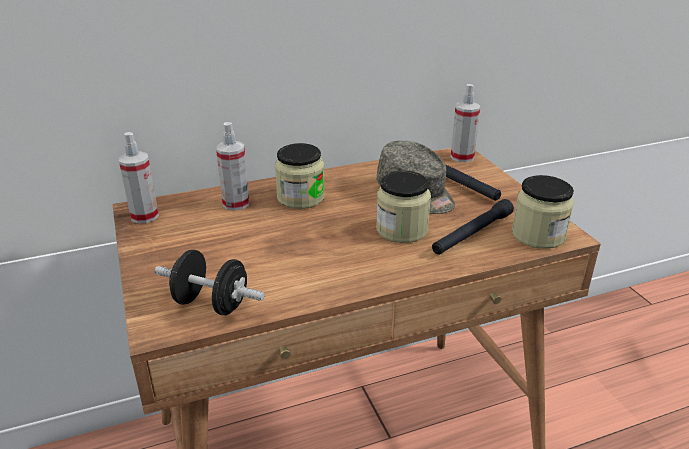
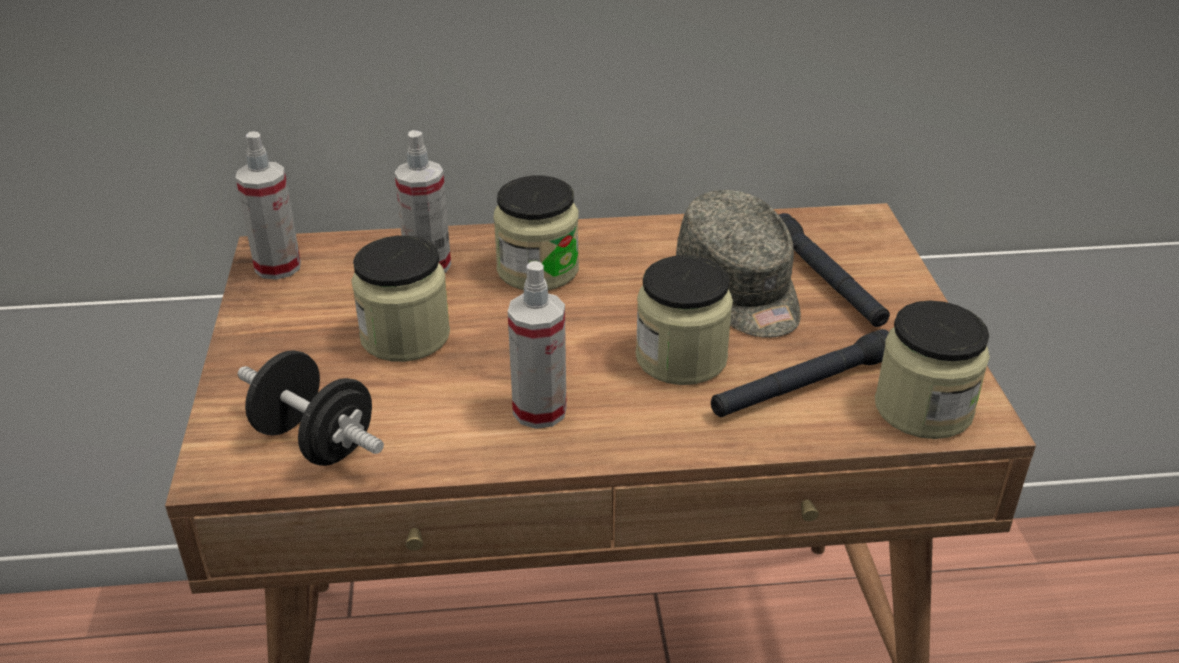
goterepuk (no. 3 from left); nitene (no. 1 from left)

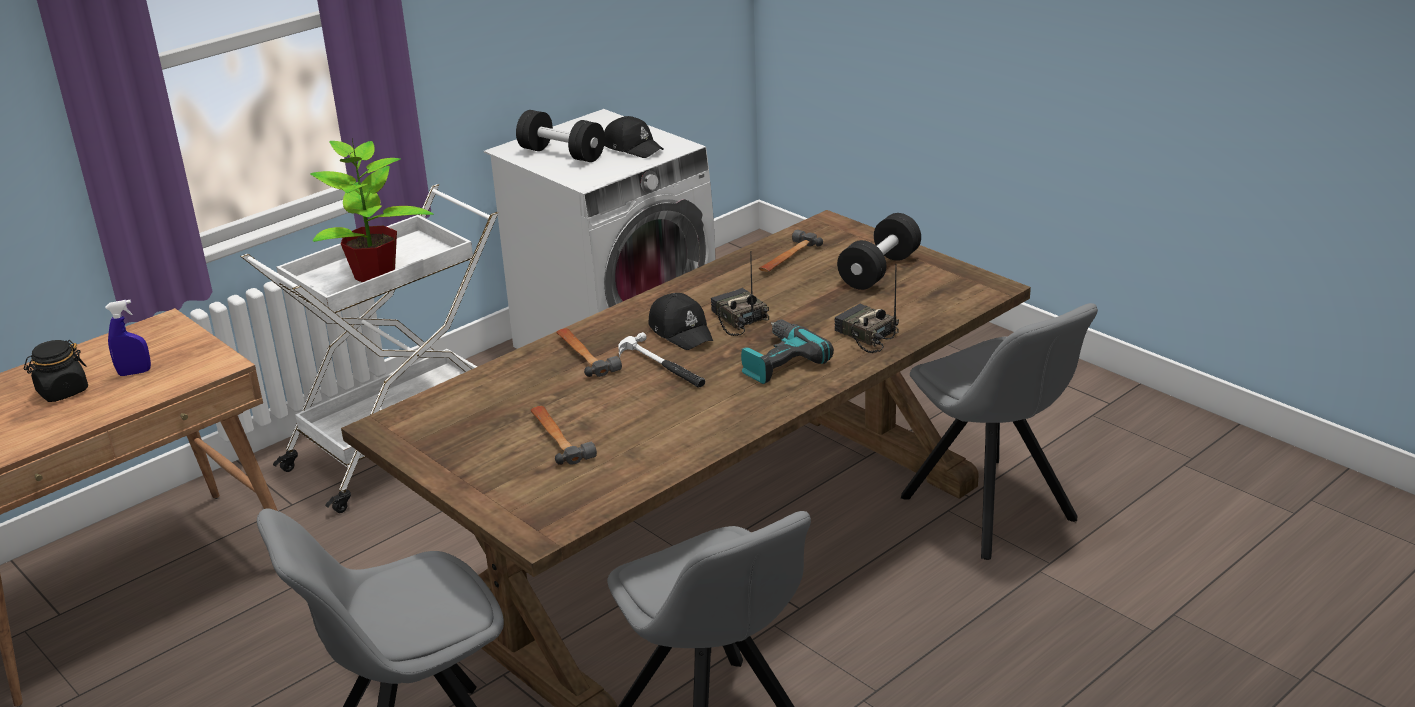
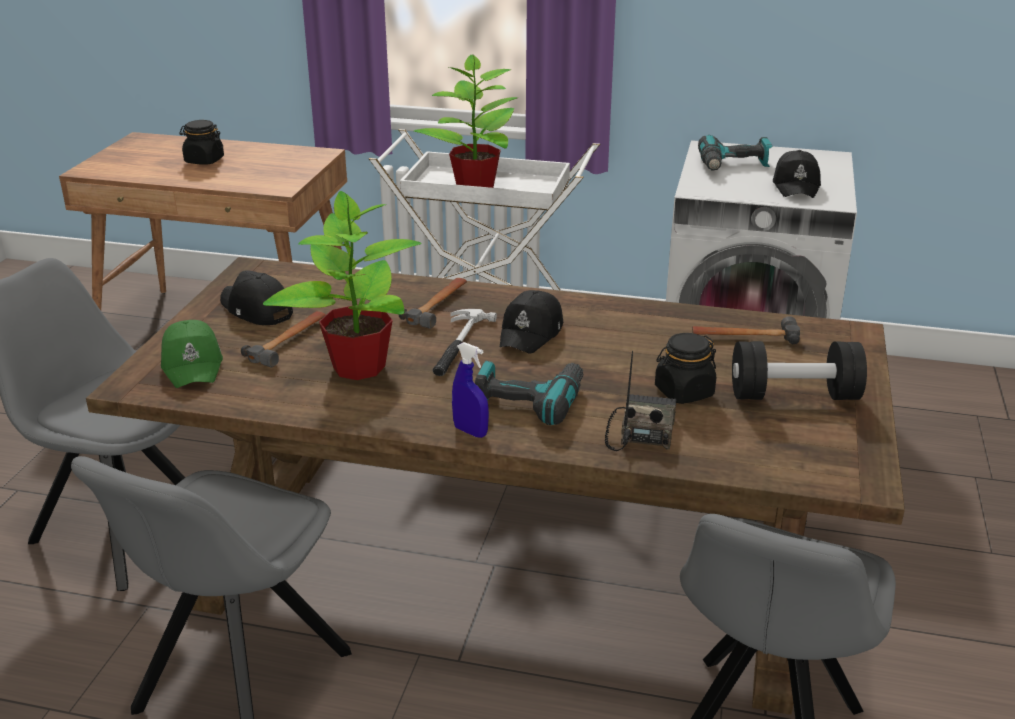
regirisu (no. 2 from left); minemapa (no. 1 from left in the first image); blue goterepuk; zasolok (no. 1 from left); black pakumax (no. 1 from left); green pakumax; black nitene (no. 2 from left)

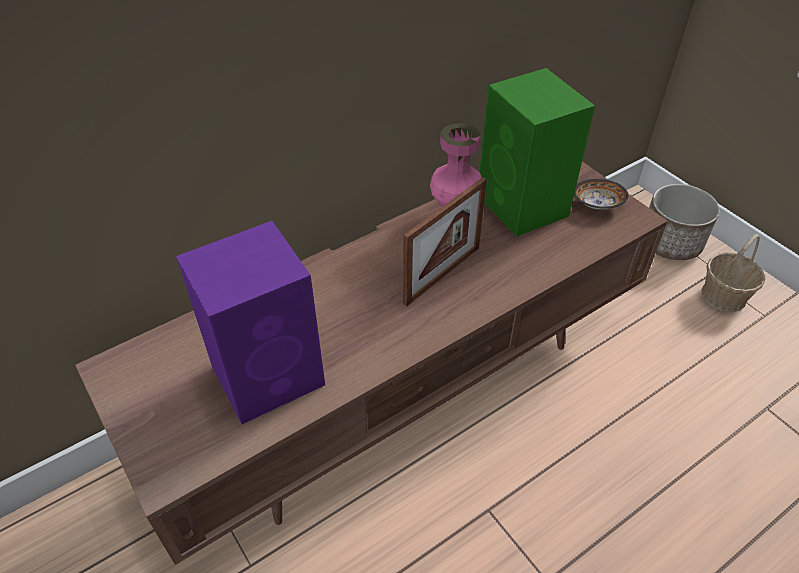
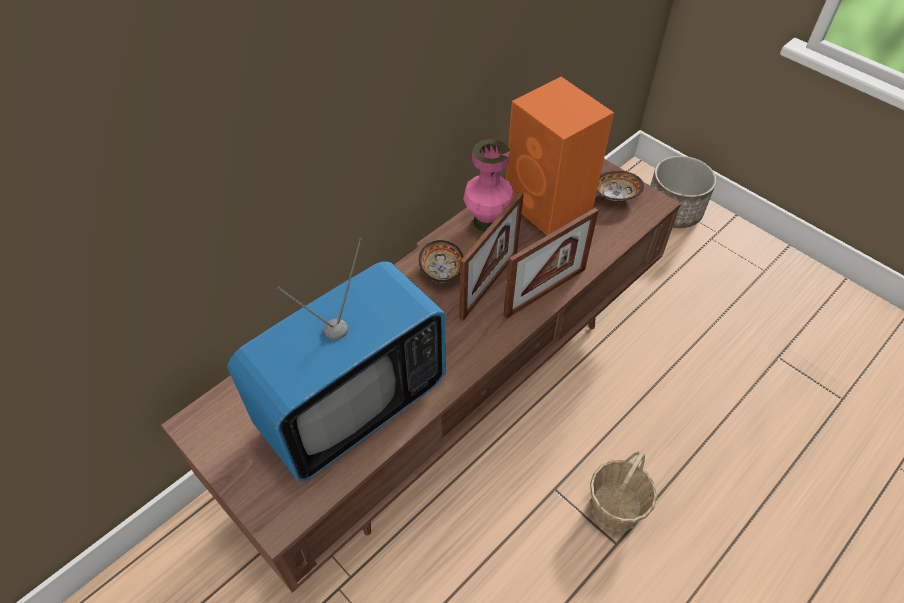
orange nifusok; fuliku; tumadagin; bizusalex (no. 2 from left); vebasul (no. 1 from left)

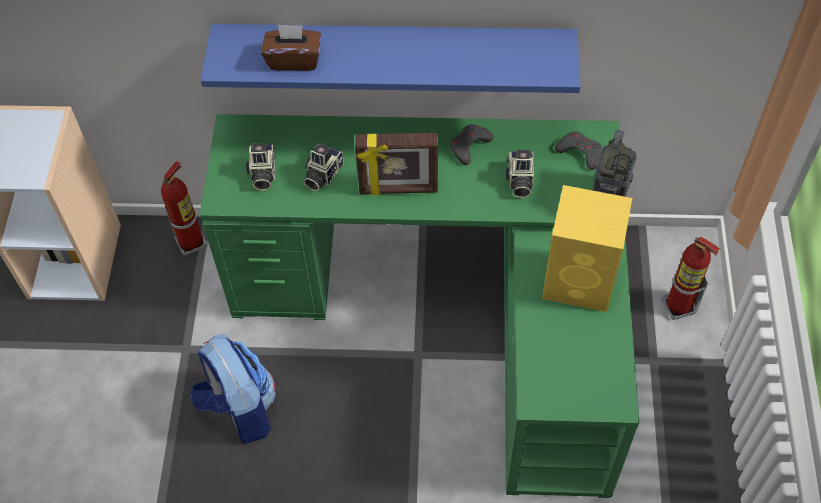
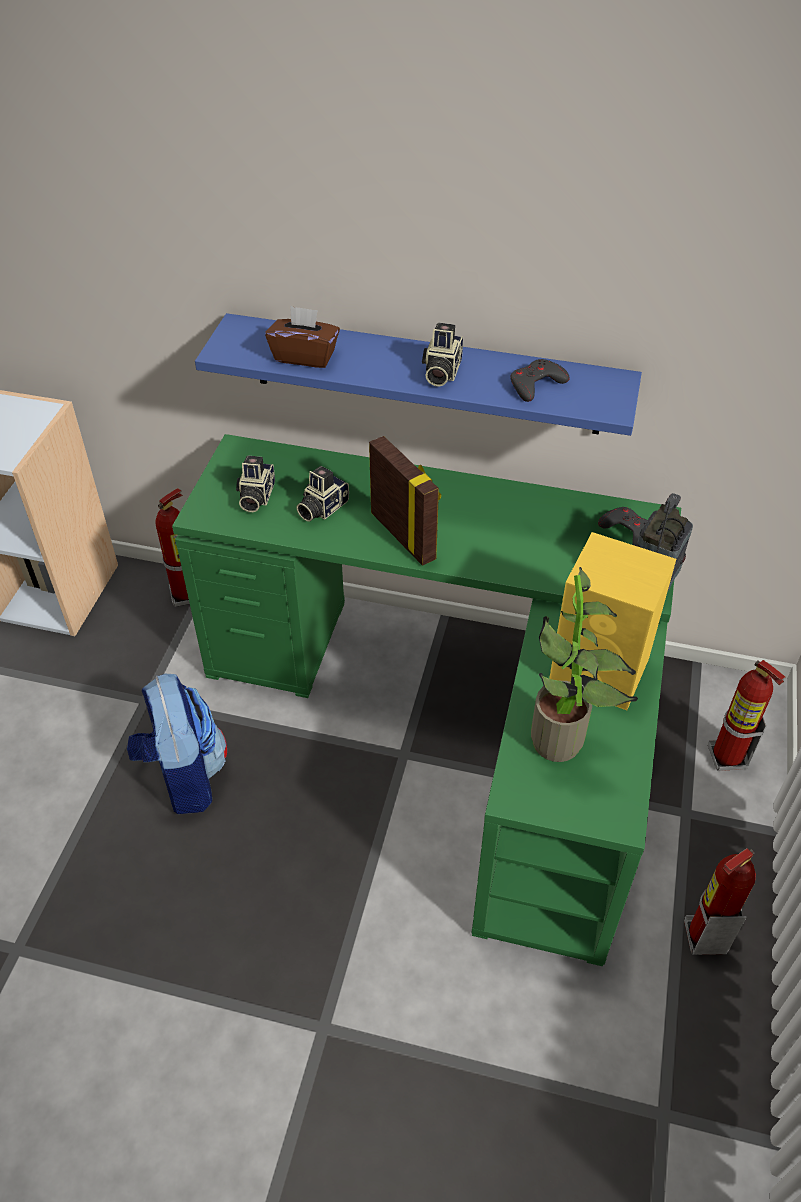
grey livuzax (no. 1 from left); bizusalex; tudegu (no. 3 from left); zasolok; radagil (no. 2 from left)

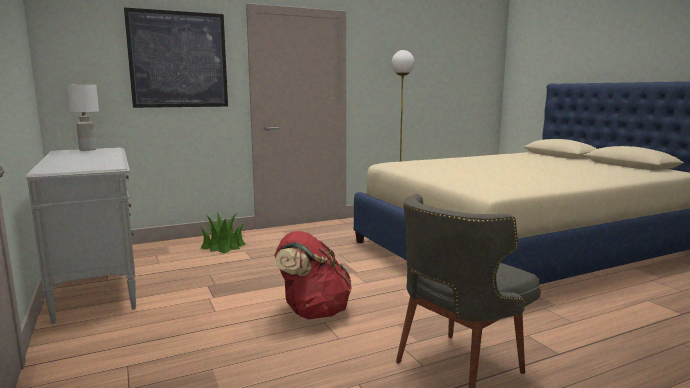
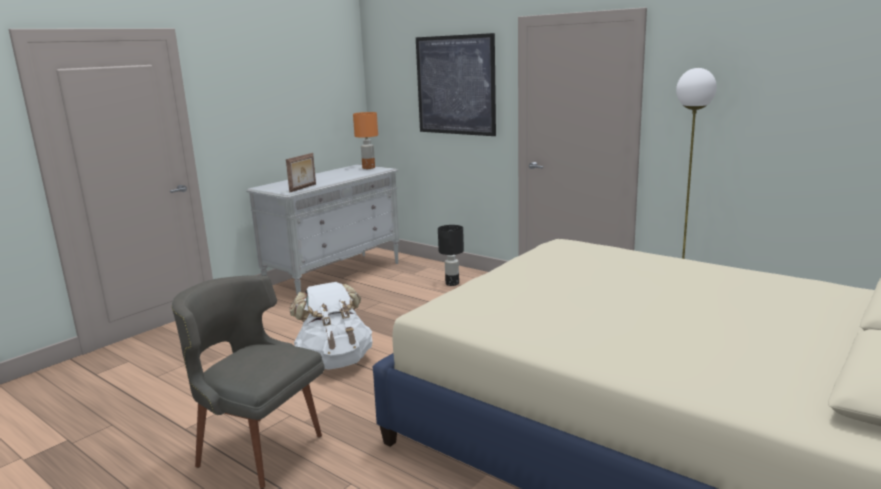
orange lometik; black lometik; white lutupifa; bizusalex

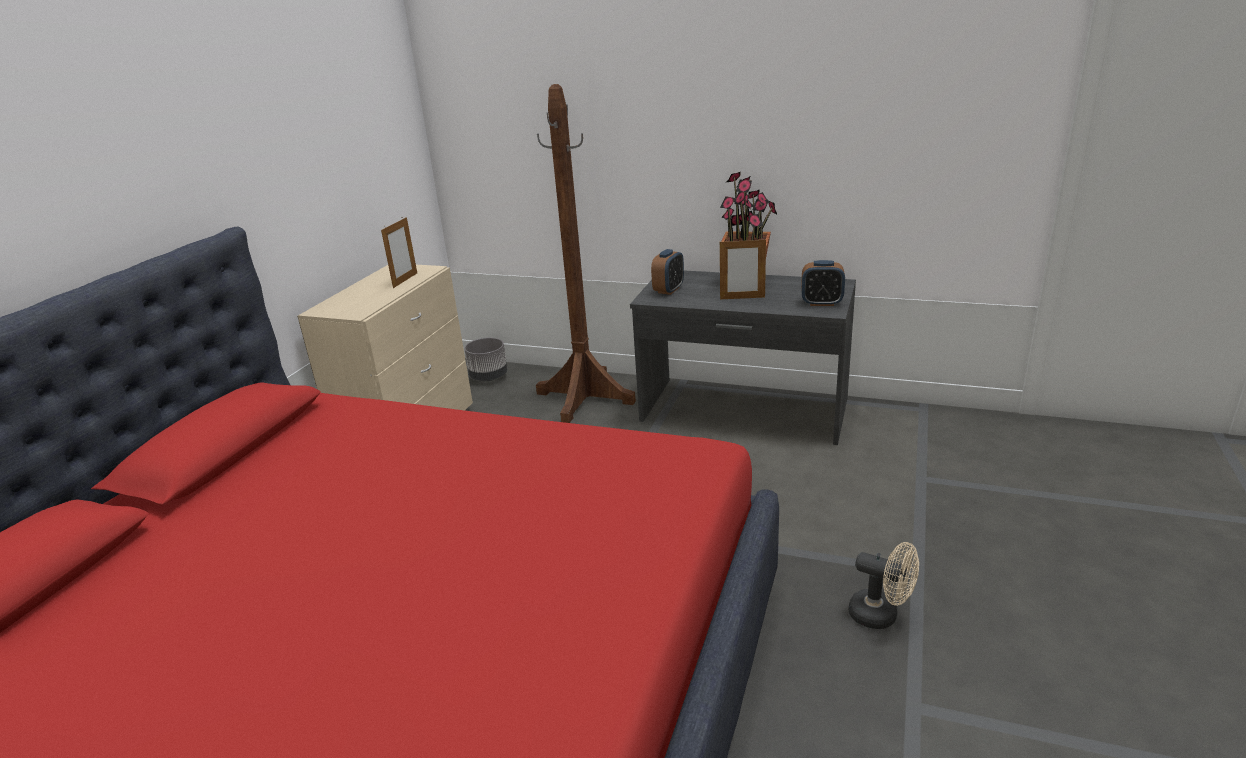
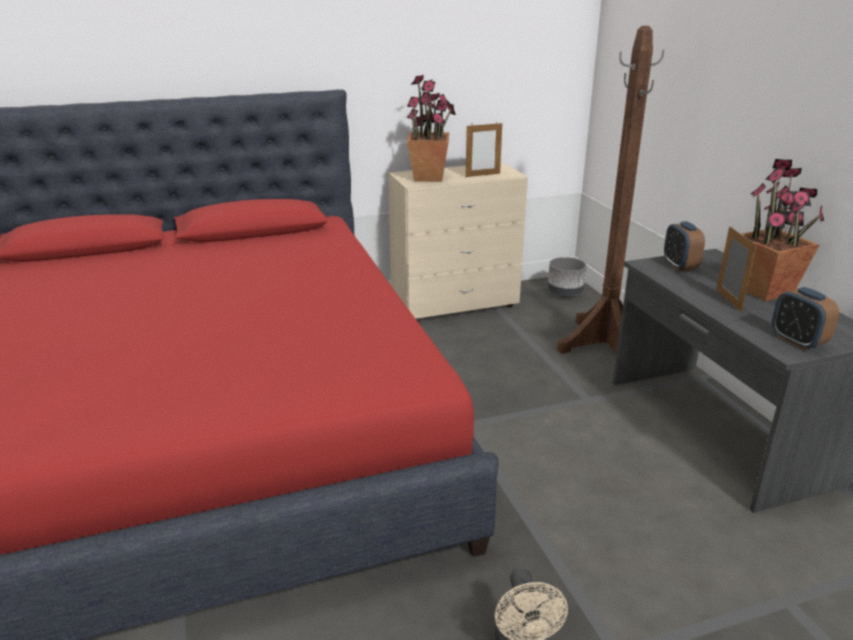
bizusalex (no. 2 from left); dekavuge (no. 1 from left); zasolok (no. 1 from left)

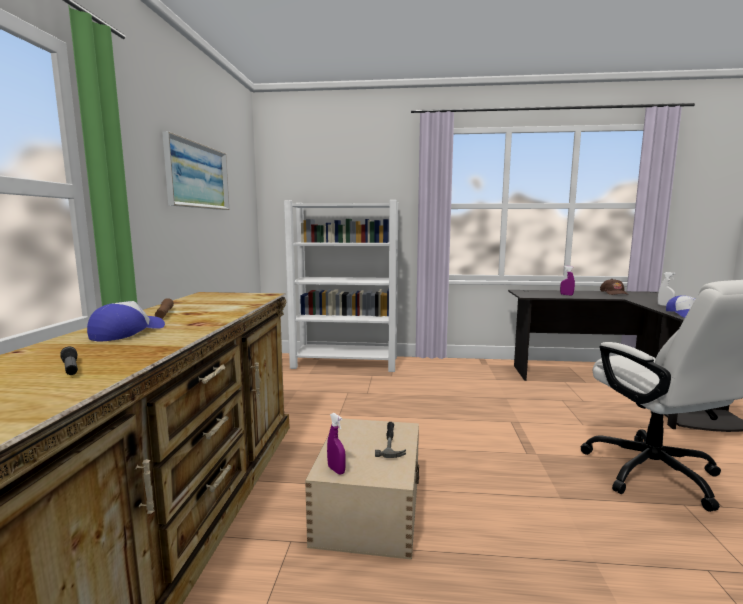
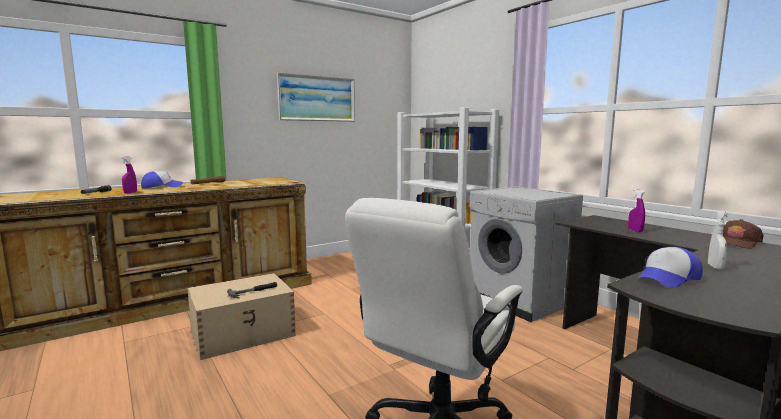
purple goterepuk (no. 1 from left); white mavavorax

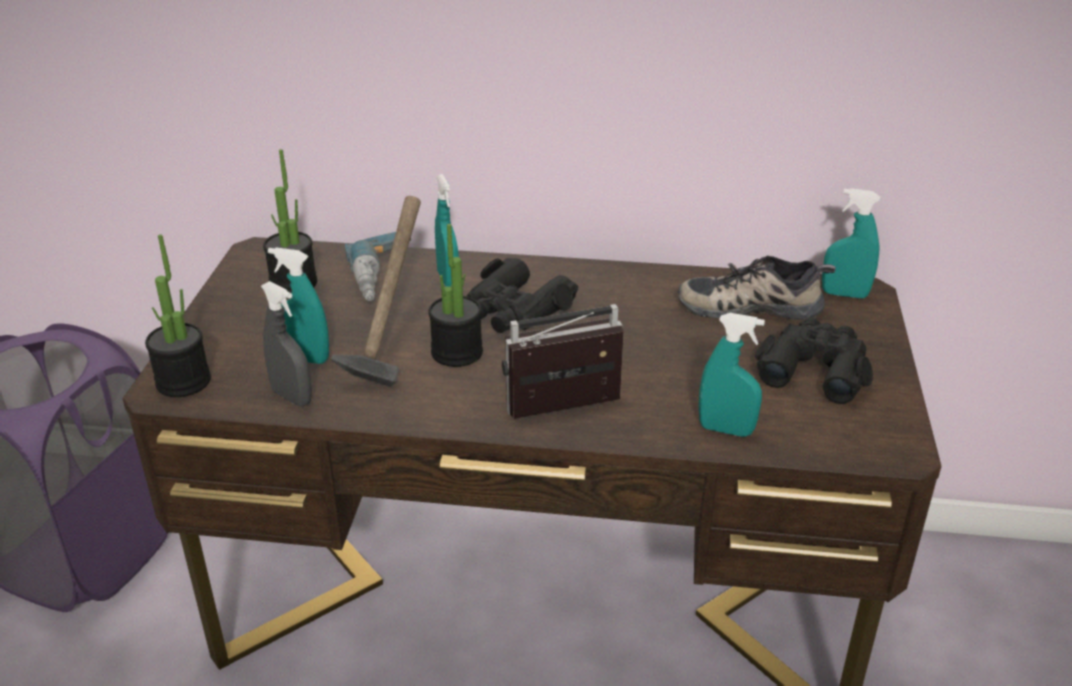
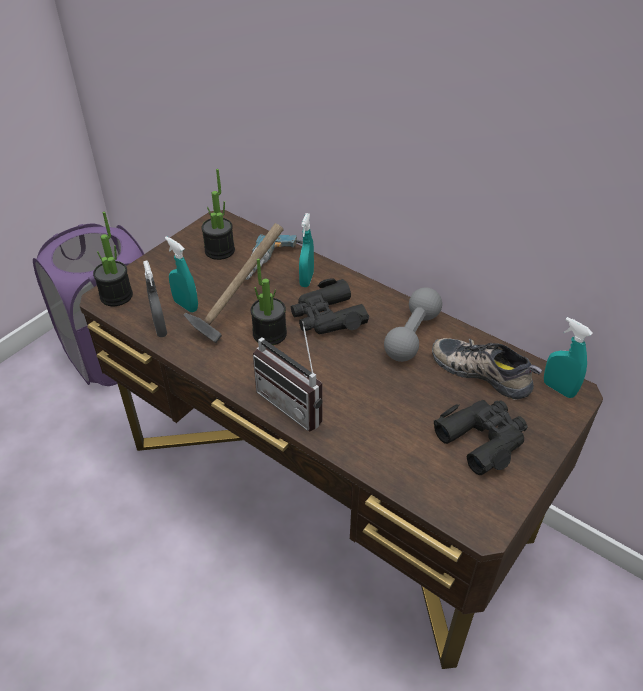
minemapa; turquoise goterepuk (no. 3 from left in the first image); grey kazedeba

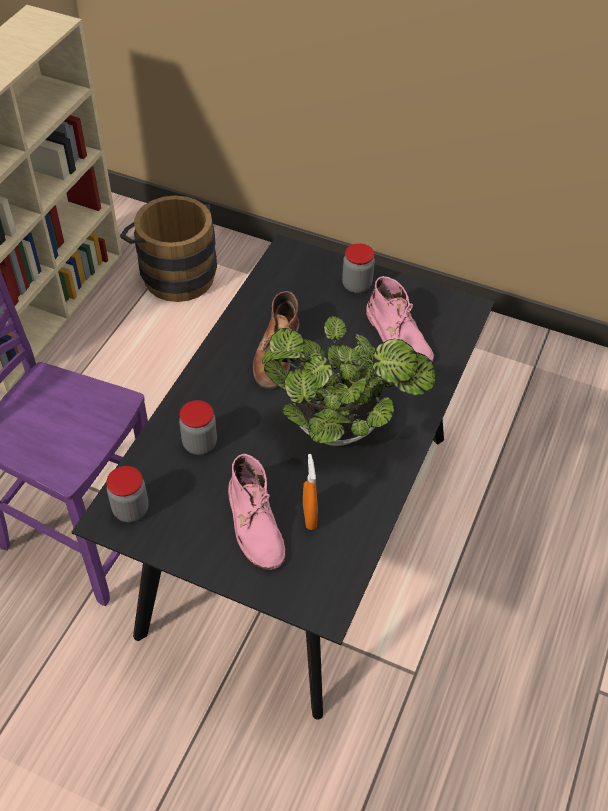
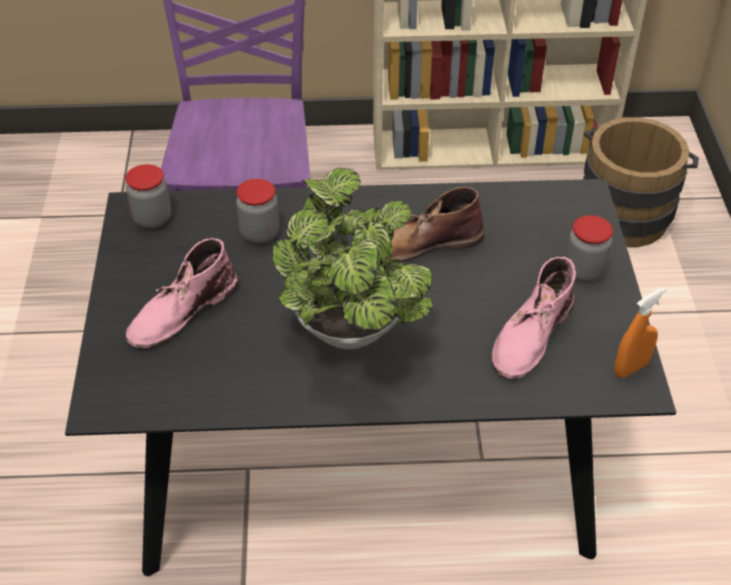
orange goterepuk

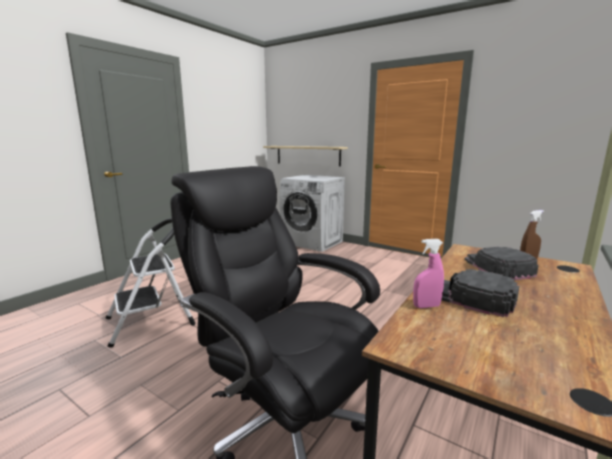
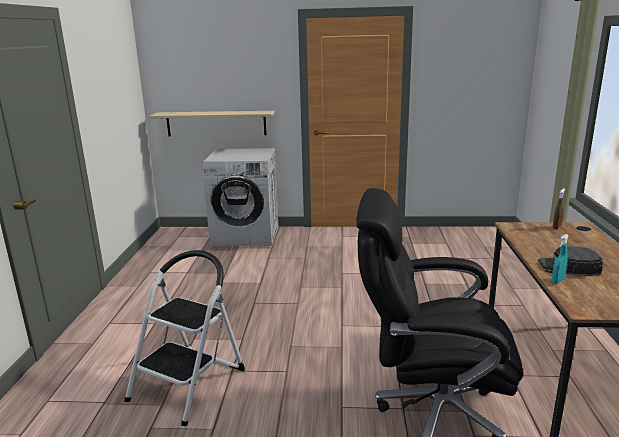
turquoise goterepuk; black pakumax (no. 2 from left in the first image)

